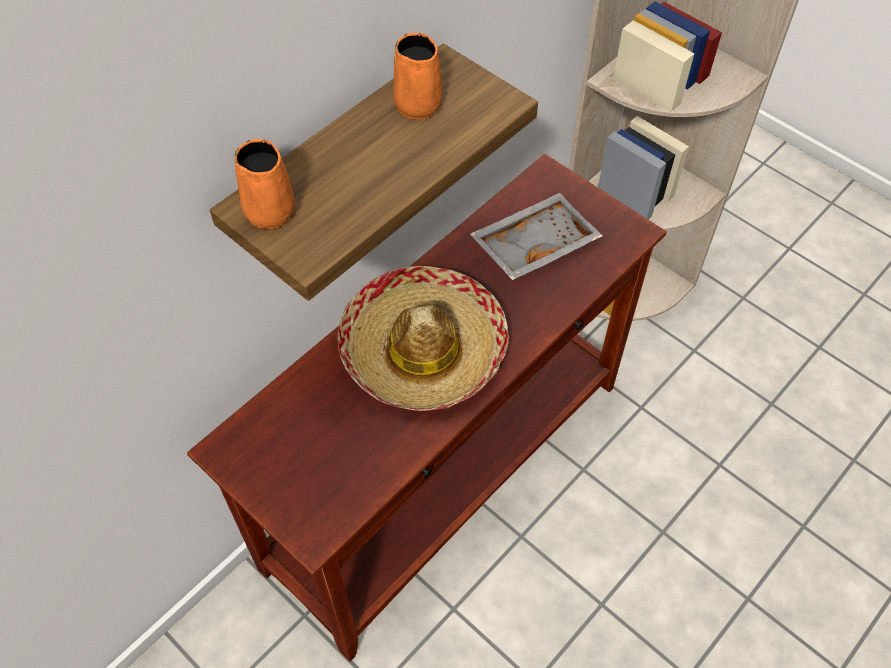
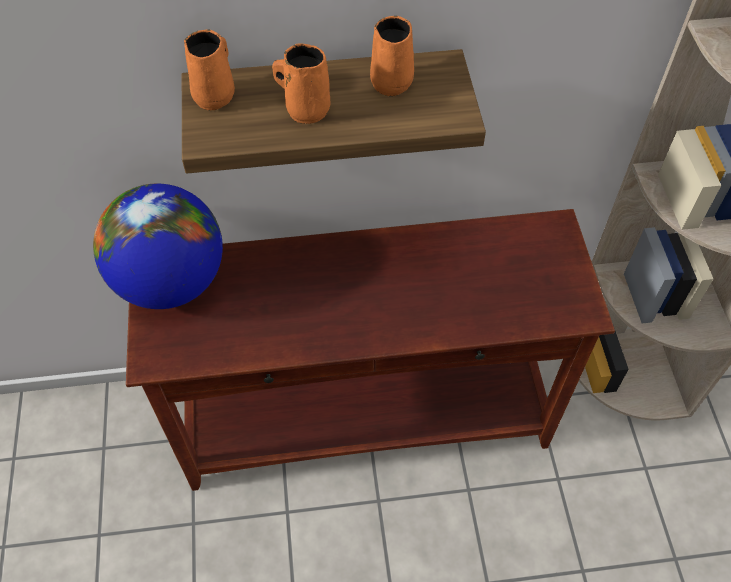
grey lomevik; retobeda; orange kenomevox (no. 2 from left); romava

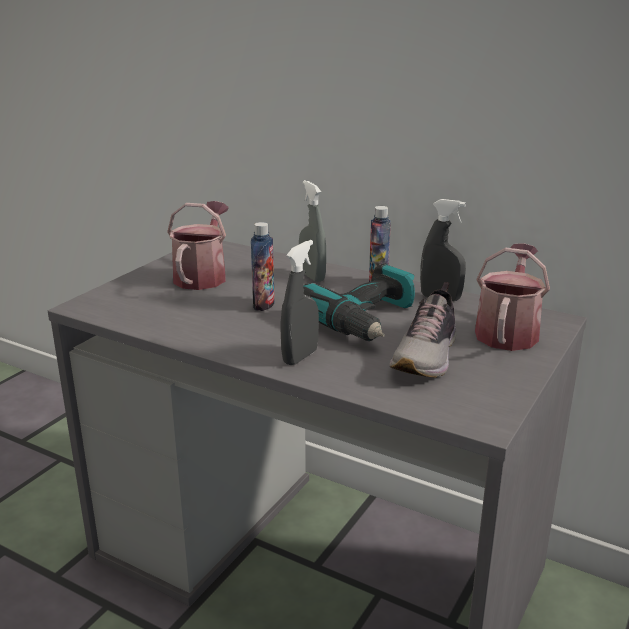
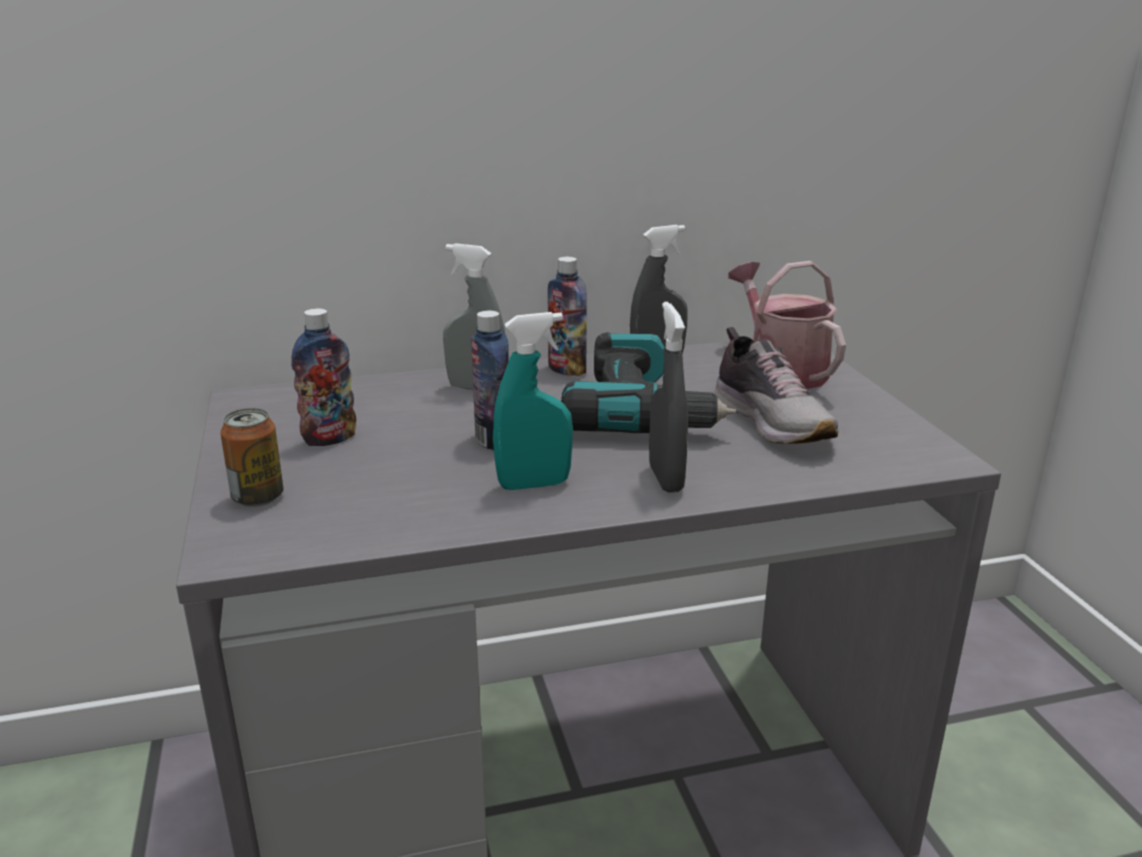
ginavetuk (no. 1 from left); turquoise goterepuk; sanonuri

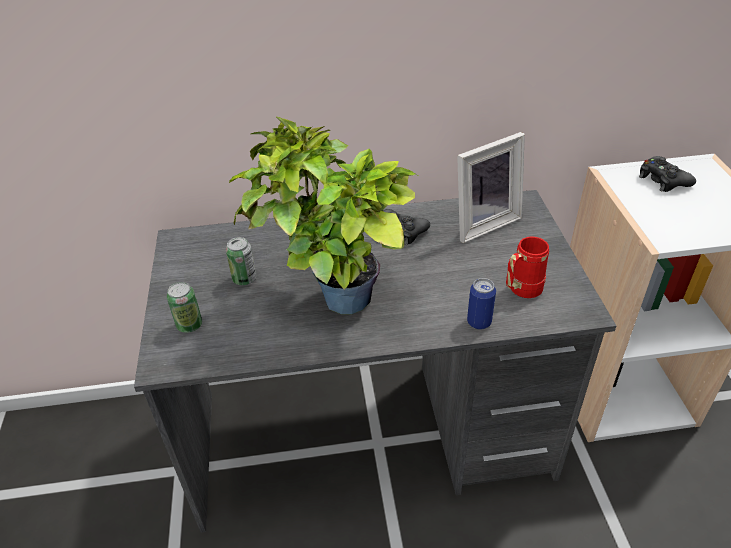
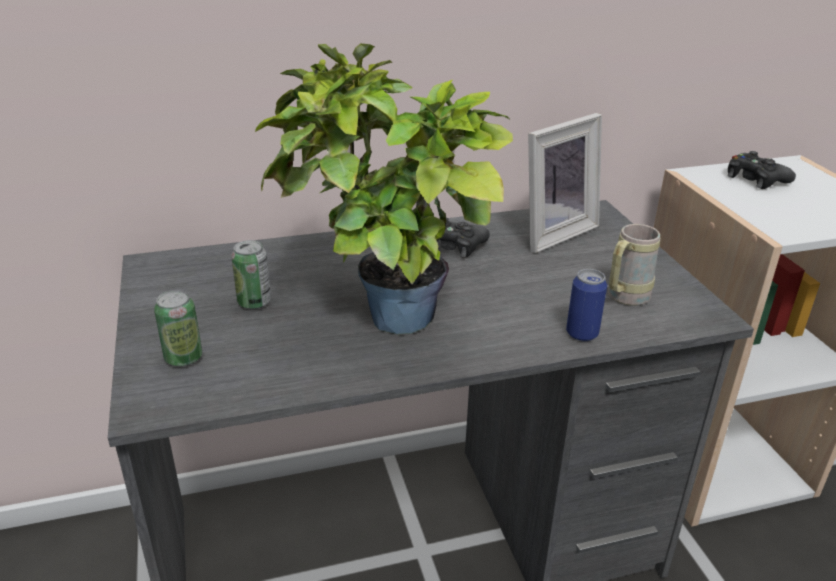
beige kenomevox

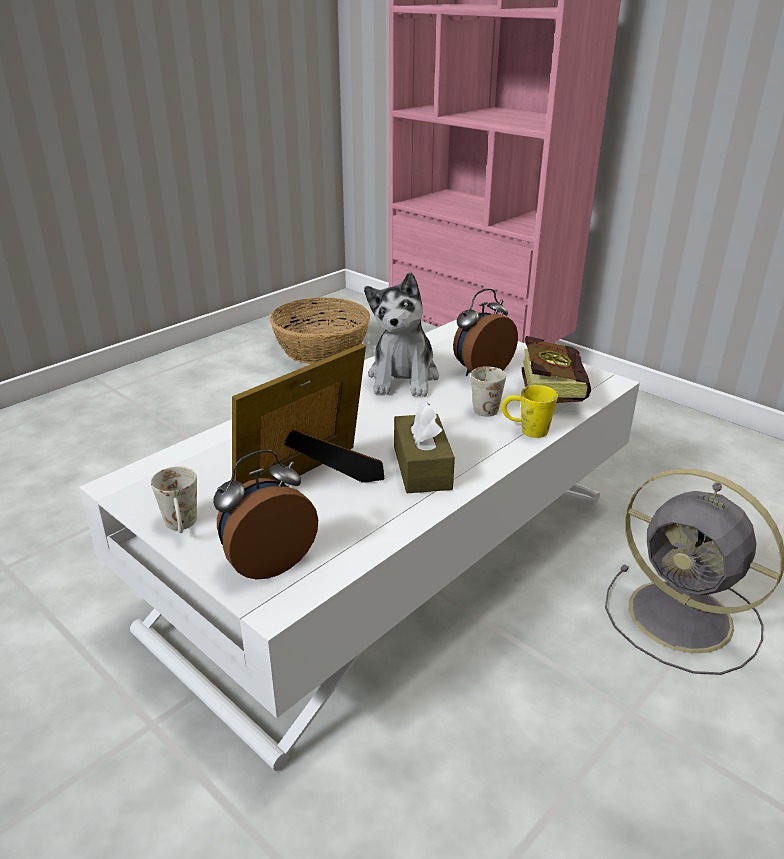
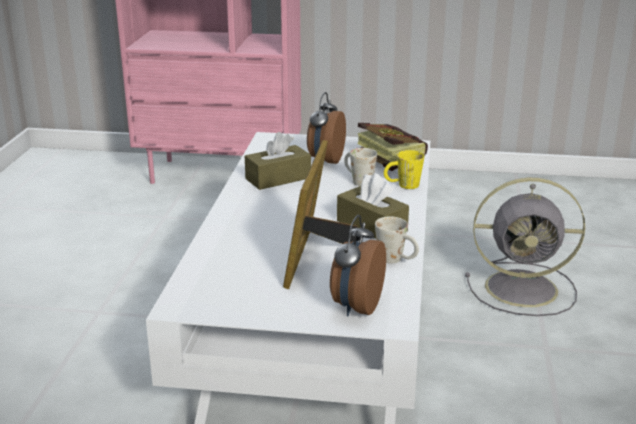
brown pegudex (no. 1 from left); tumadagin; white kenomevox (no. 2 from left)

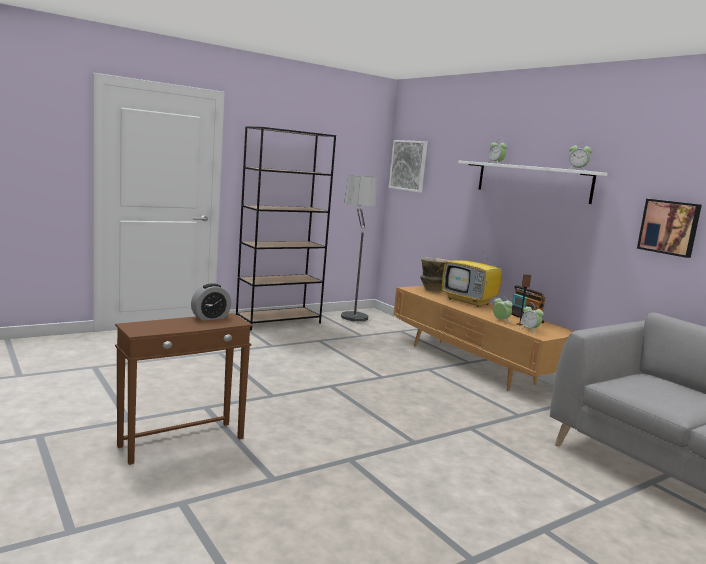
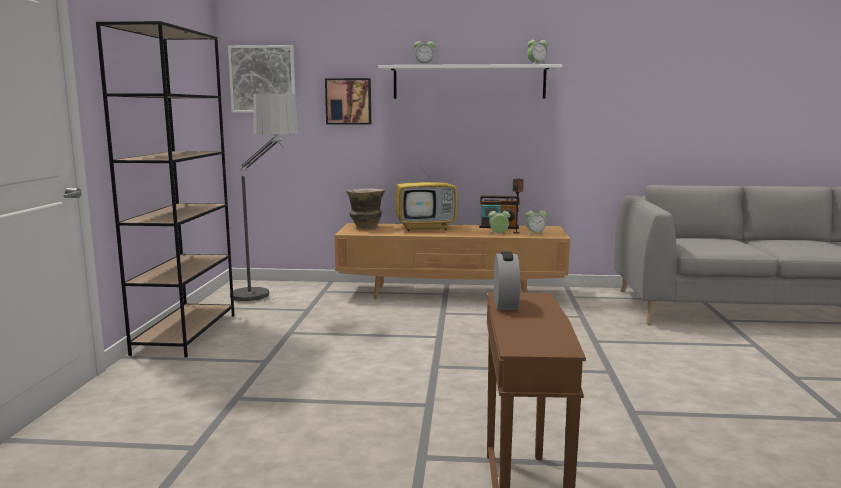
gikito (no. 2 from left)

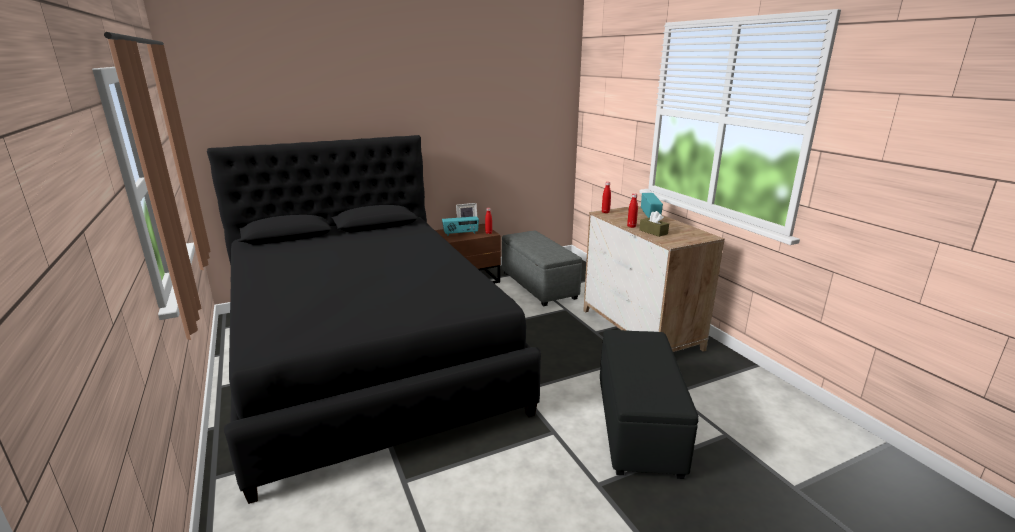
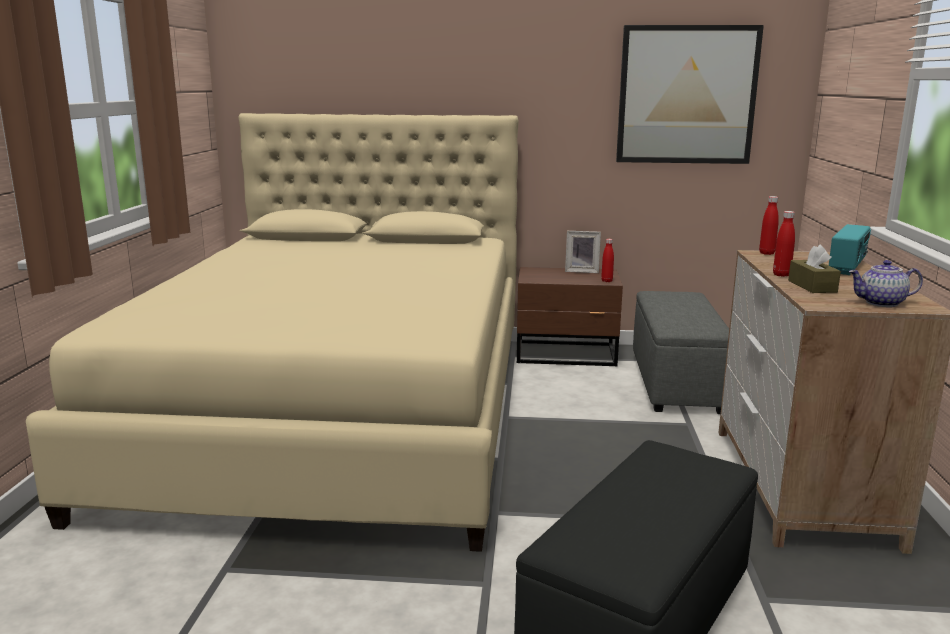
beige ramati; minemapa (no. 1 from left in the first image); gikito; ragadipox

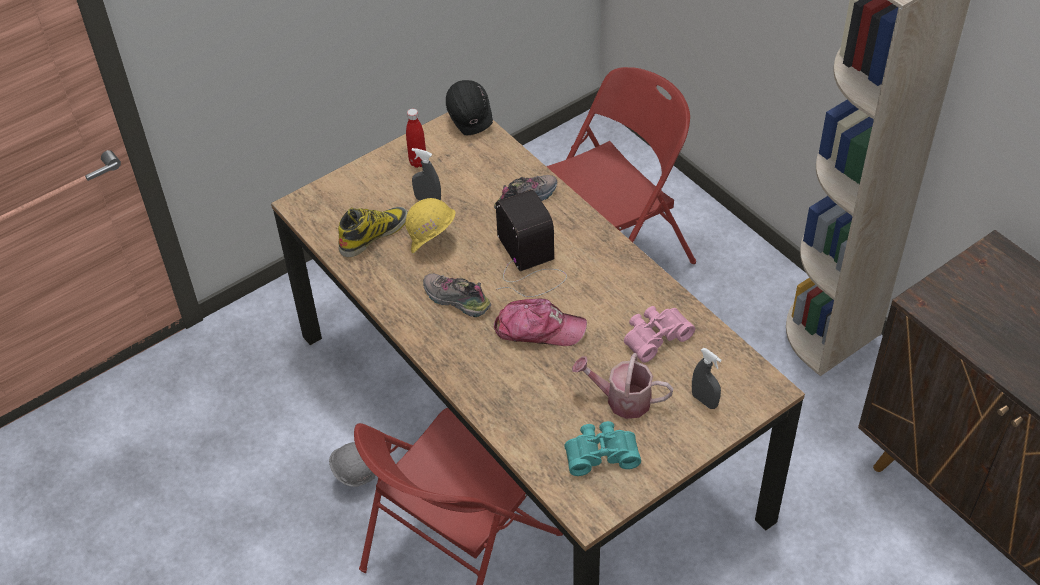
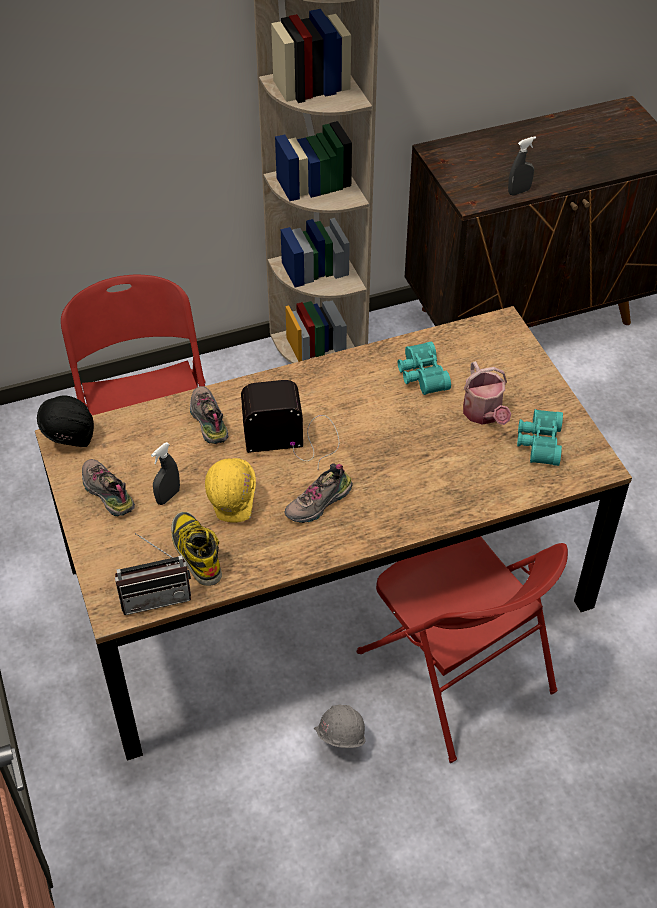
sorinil (no. 1 from left); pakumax; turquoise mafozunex (no. 1 from left); grey goterepuk (no. 2 from left); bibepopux; minemapa (no. 1 from left)

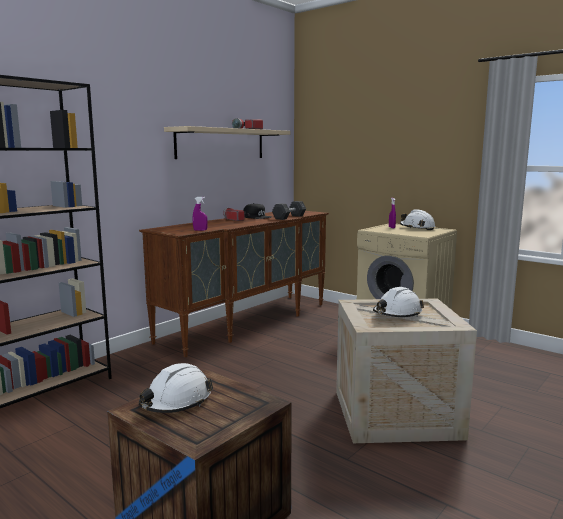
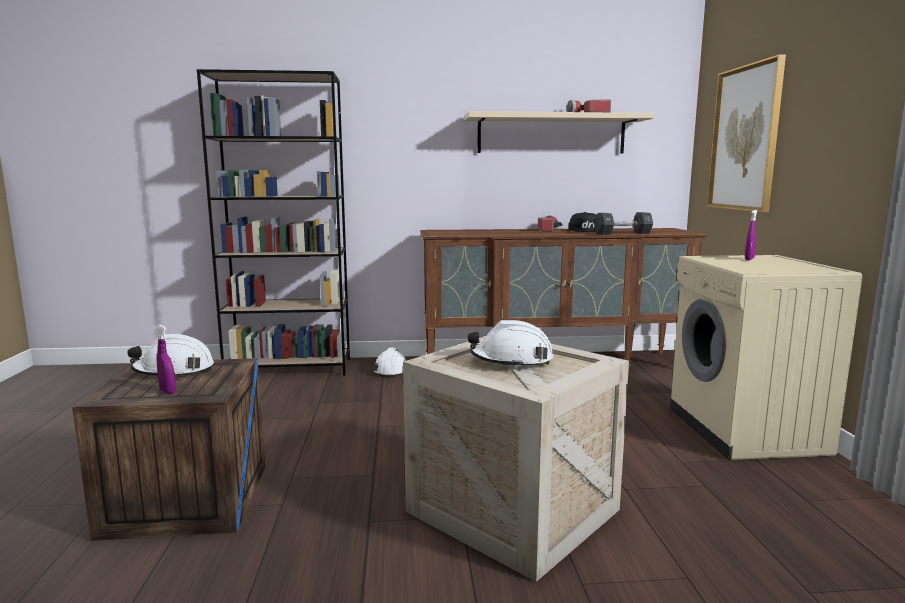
purple goterepuk (no. 1 from left); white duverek (no. 2 from left); gikito

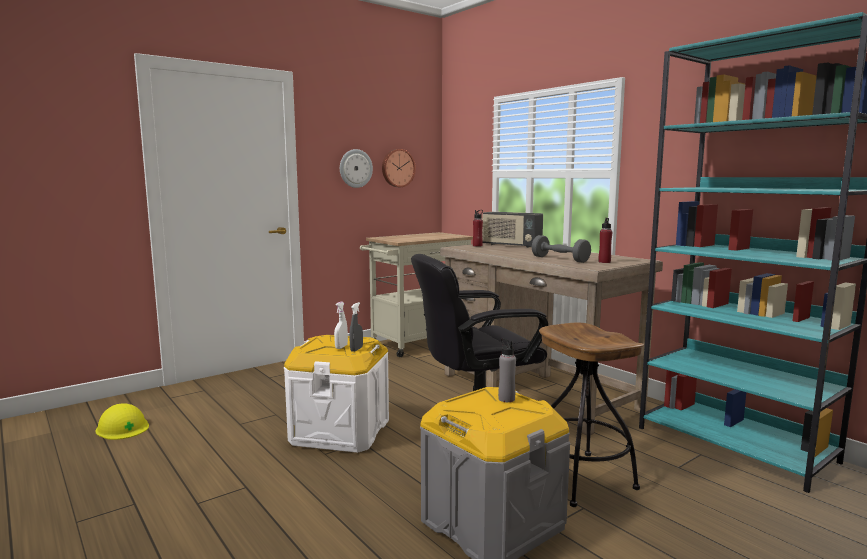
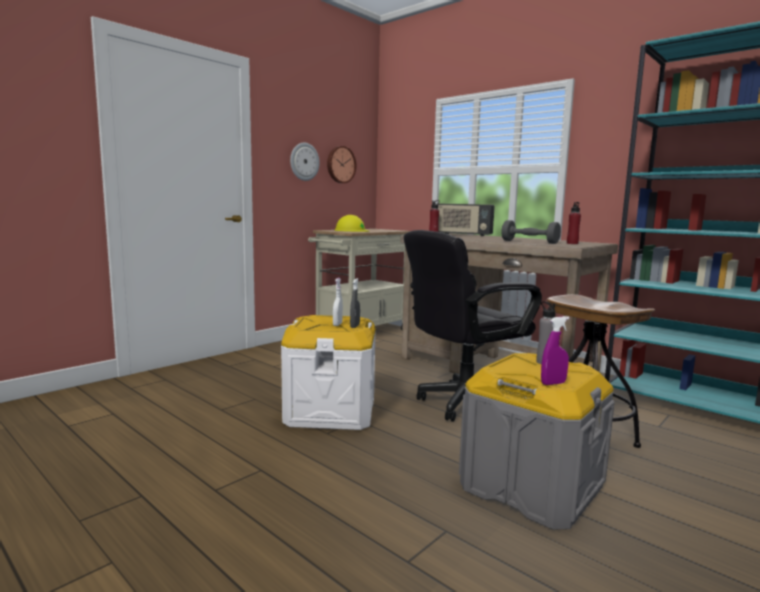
yellow duverek; purple goterepuk

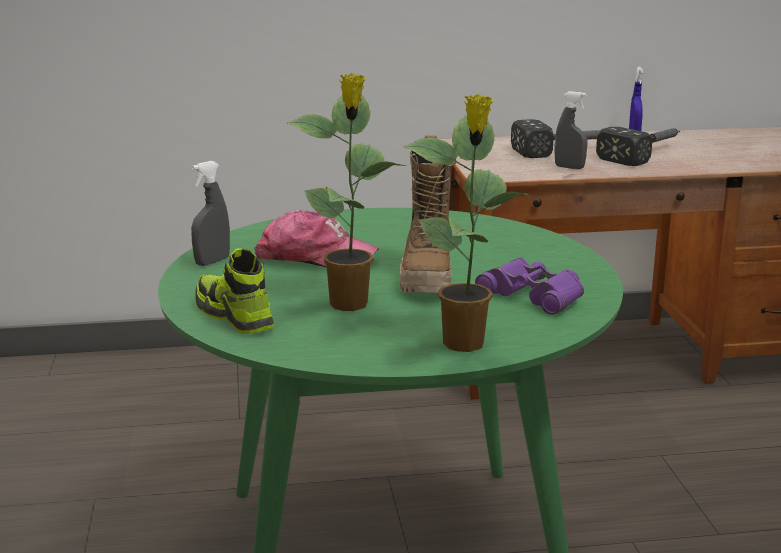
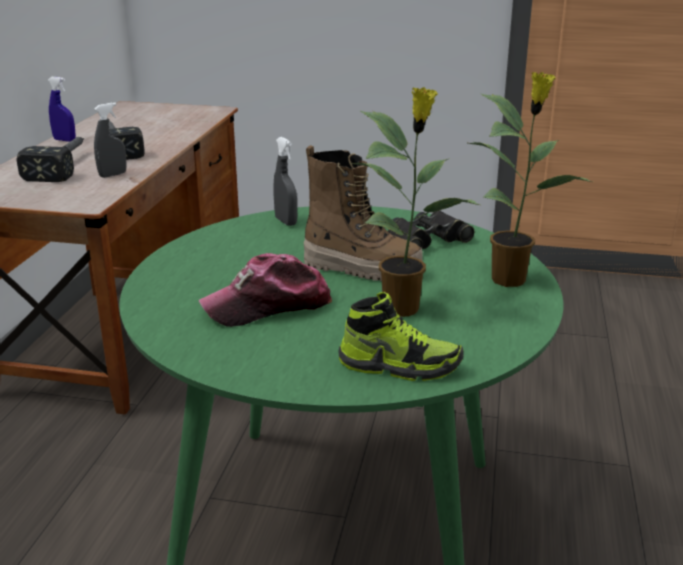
grey goterepuk (no. 2 from left); pakumax; sorinil; black mafozunex

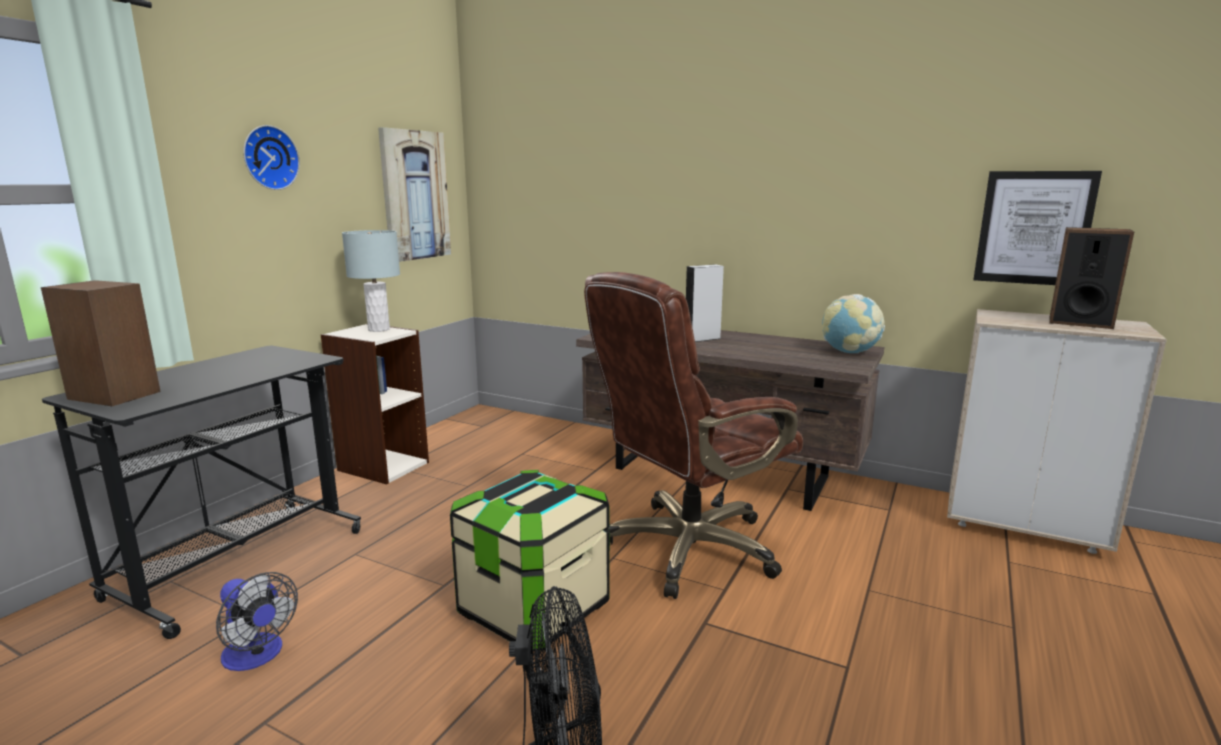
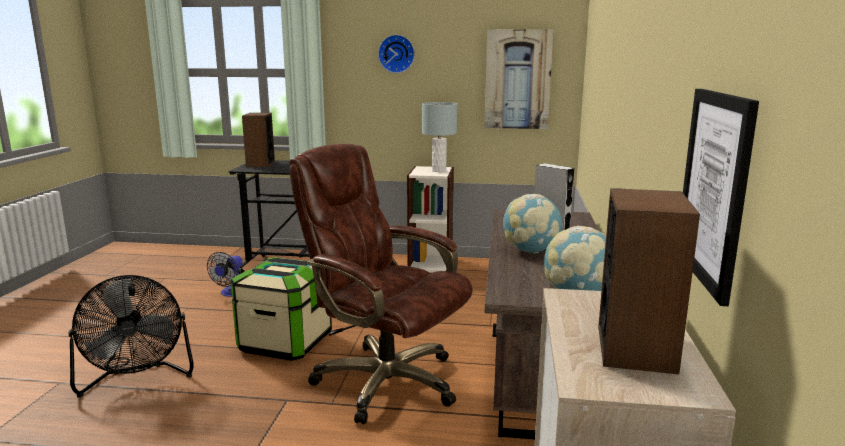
romava (no. 1 from left)

